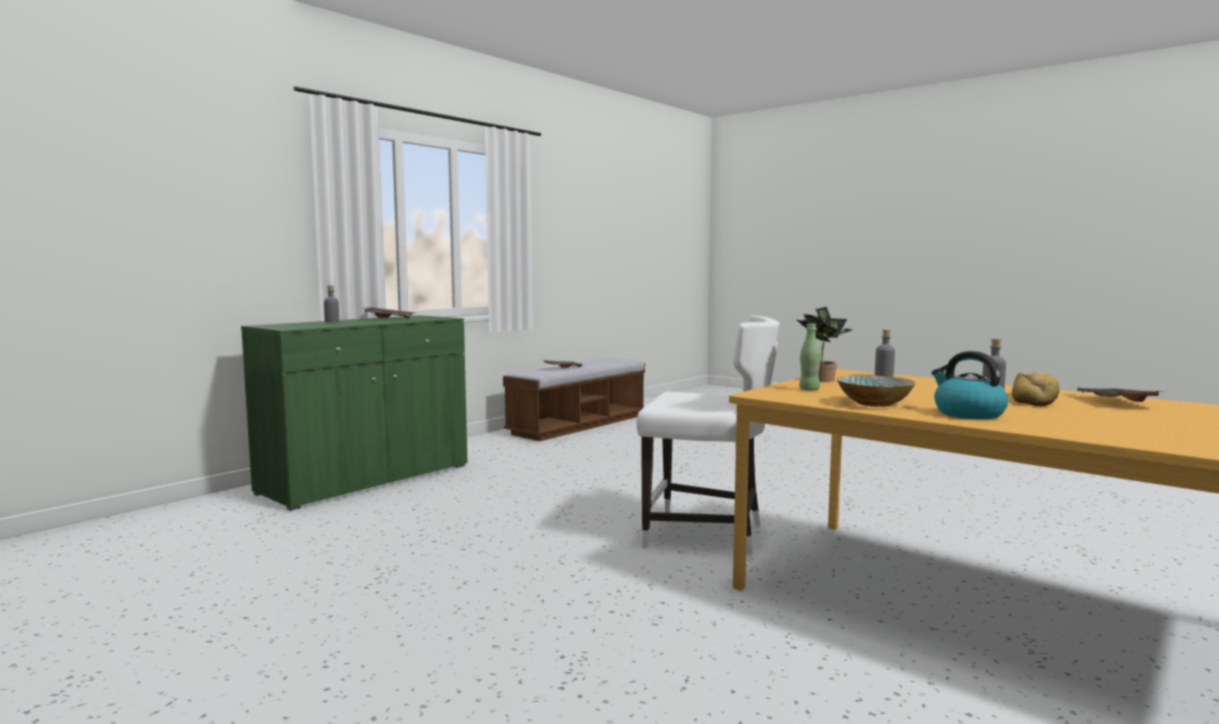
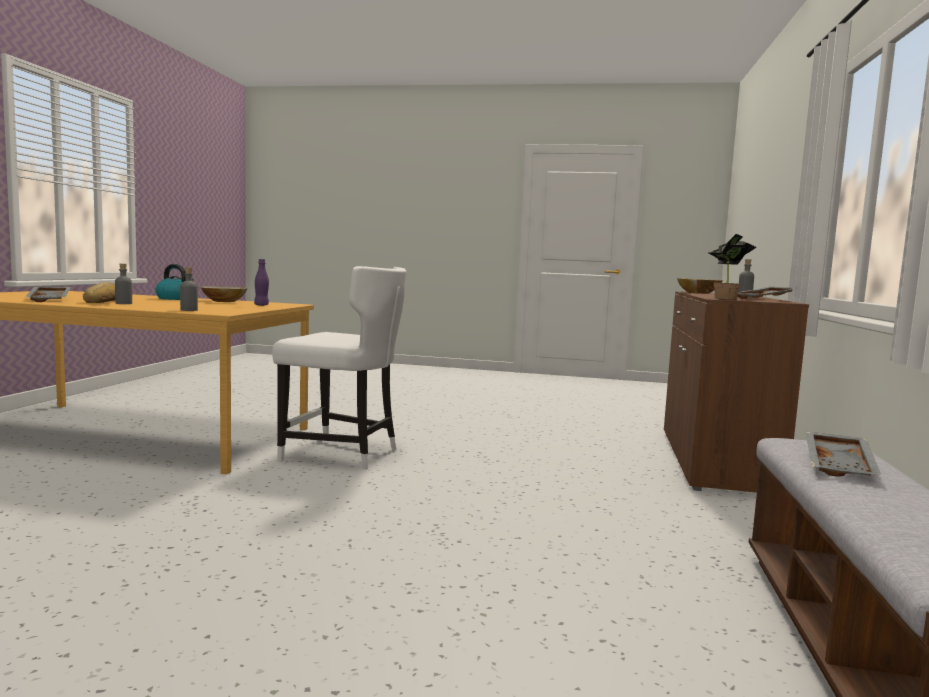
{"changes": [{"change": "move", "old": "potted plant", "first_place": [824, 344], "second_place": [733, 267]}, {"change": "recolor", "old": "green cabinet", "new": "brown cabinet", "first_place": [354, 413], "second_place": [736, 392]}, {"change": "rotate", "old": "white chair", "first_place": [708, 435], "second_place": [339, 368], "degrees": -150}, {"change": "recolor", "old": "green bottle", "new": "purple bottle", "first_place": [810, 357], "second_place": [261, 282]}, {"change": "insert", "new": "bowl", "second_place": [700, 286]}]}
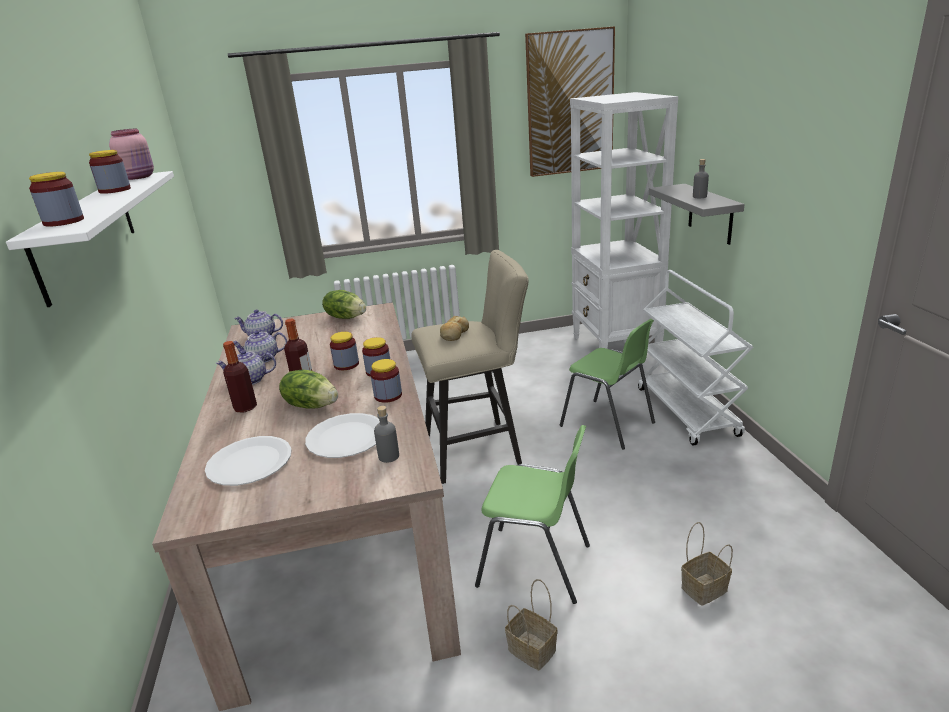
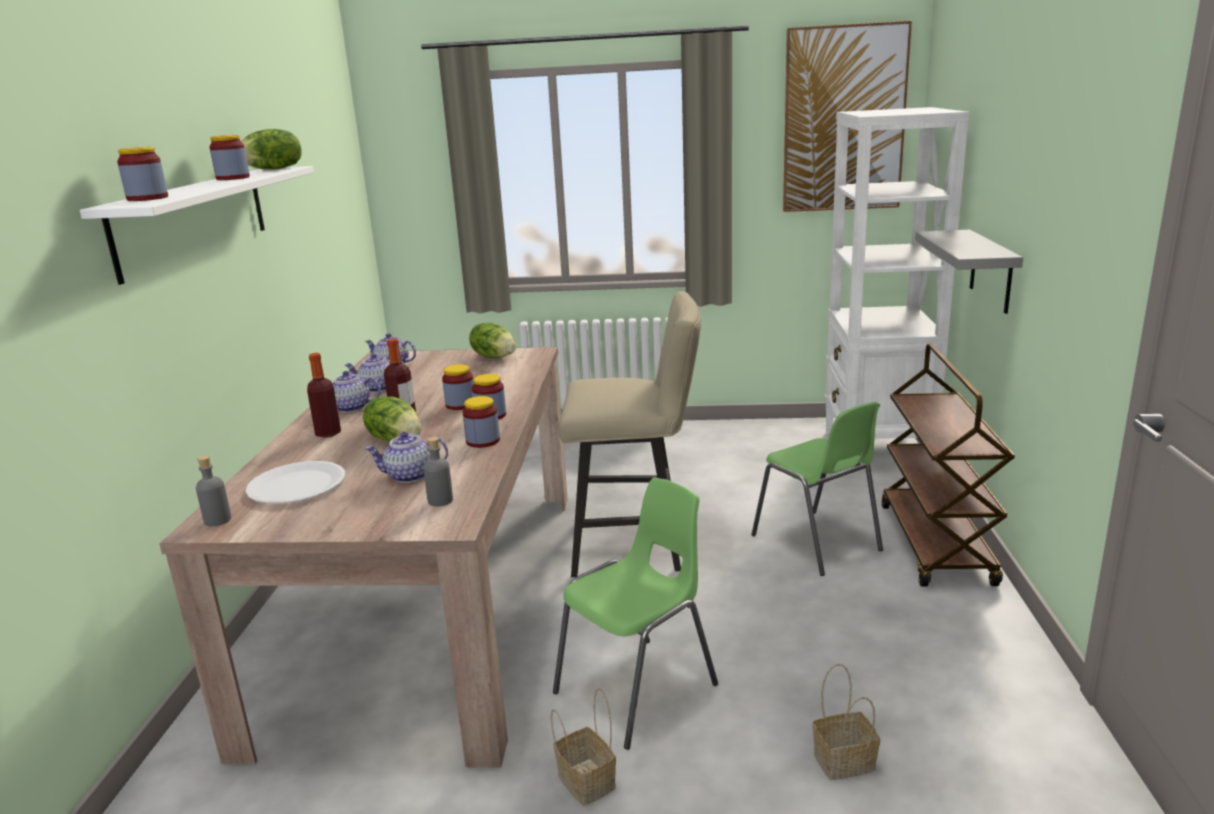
{"changes": [{"change": "replace", "old": "pink jar", "new": "lettuce", "first_place": [131, 154], "second_place": [271, 149]}, {"change": "move", "old": "grey bottle", "first_place": [701, 178], "second_place": [213, 491]}, {"change": "recolor", "old": "white cart", "new": "brown cart", "first_place": [695, 358], "second_place": [948, 465]}, {"change": "delete", "old": "bread", "first_place": [454, 328]}, {"change": "replace", "old": "white plate", "new": "teapot", "first_place": [342, 435], "second_place": [406, 457]}, {"change": "rotate", "old": "green chair", "first_place": [532, 514], "second_place": [635, 614], "degrees": -75}]}
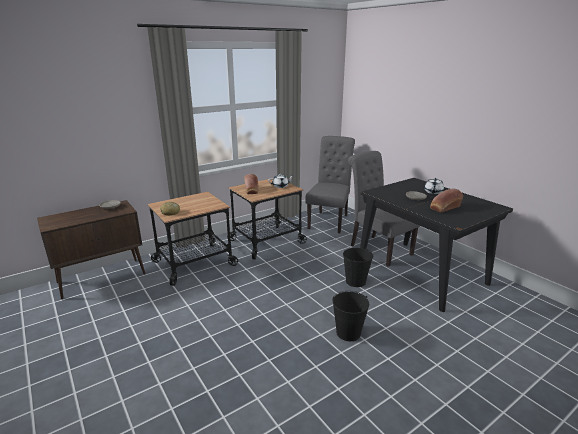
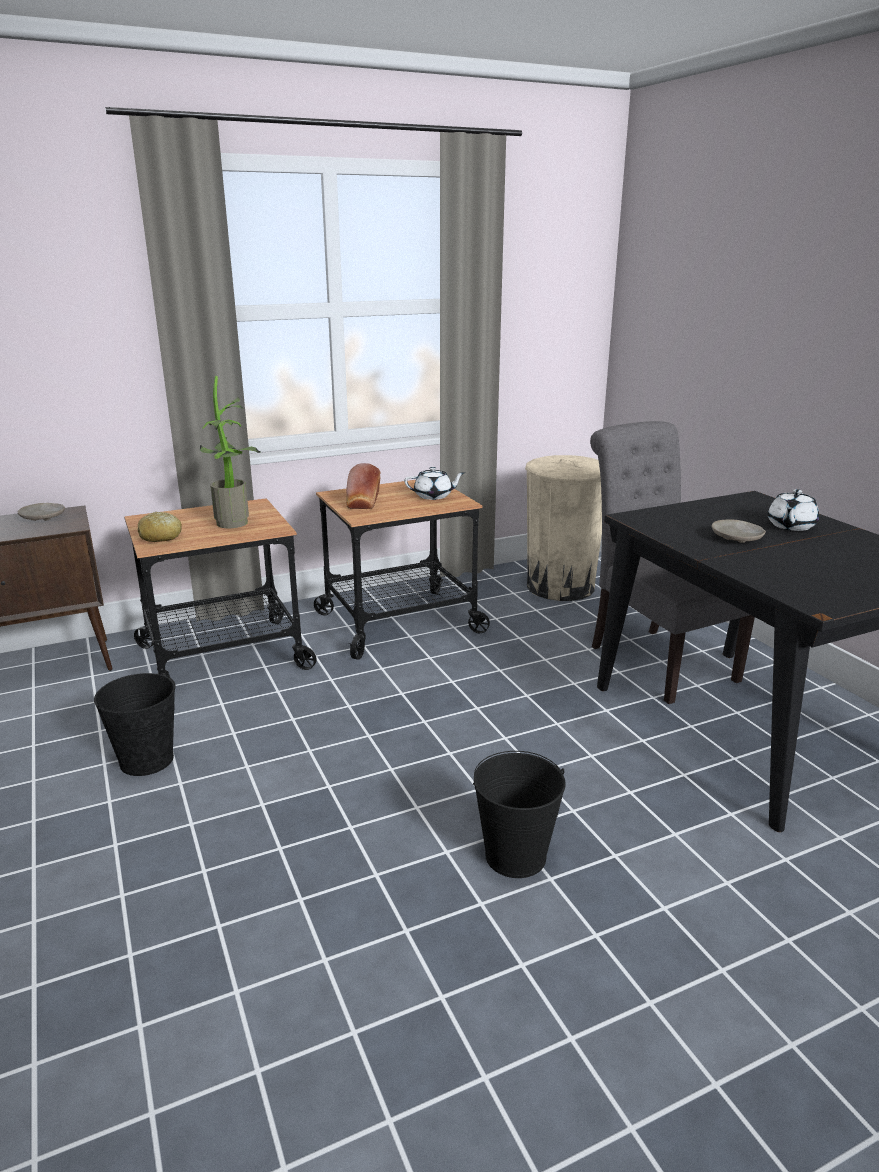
{"changes": [{"change": "replace", "old": "grey chair", "new": "beige trash can", "first_place": [330, 184], "second_place": [563, 528]}, {"change": "delete", "old": "bread", "first_place": [446, 200]}, {"change": "move", "old": "black bucket", "first_place": [358, 267], "second_place": [135, 724]}, {"change": "insert", "new": "potted plant", "second_place": [230, 452]}]}
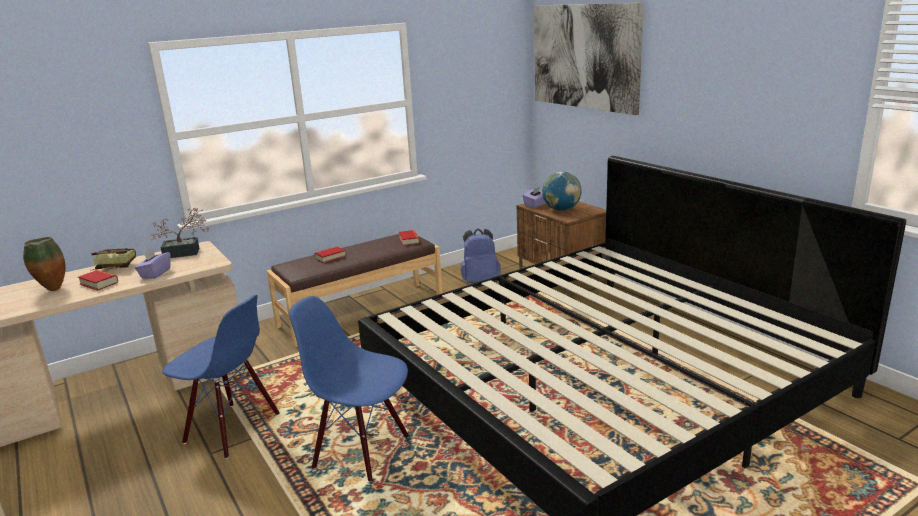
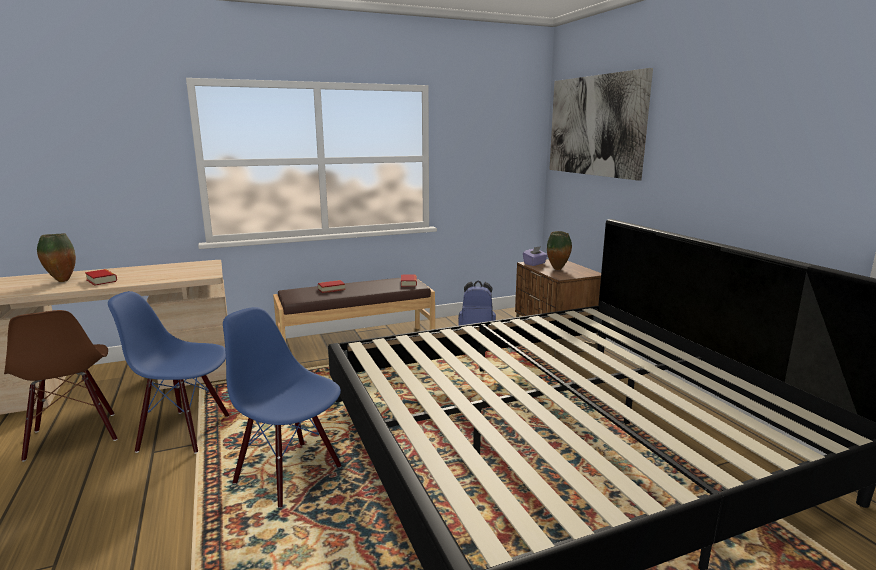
{"changes": [{"change": "replace", "old": "globe", "new": "vase", "first_place": [561, 191], "second_place": [559, 250]}, {"change": "delete", "old": "potted plant", "first_place": [179, 233]}, {"change": "delete", "old": "book", "first_place": [113, 259]}, {"change": "delete", "old": "purple tissue box", "first_place": [153, 263]}, {"change": "rotate", "old": "blue chair", "first_place": [221, 377], "second_place": [169, 372], "degrees": 150}, {"change": "insert", "new": "brown chair", "second_place": [60, 386]}]}
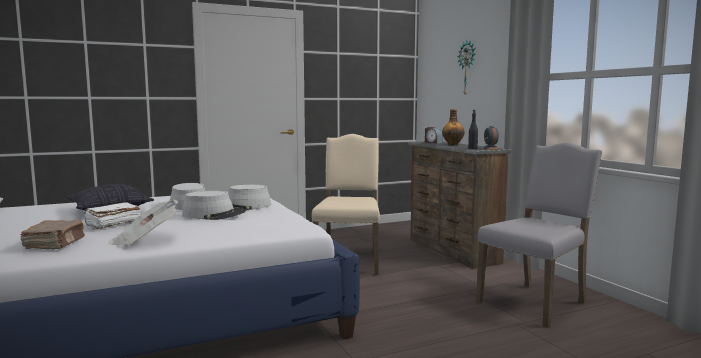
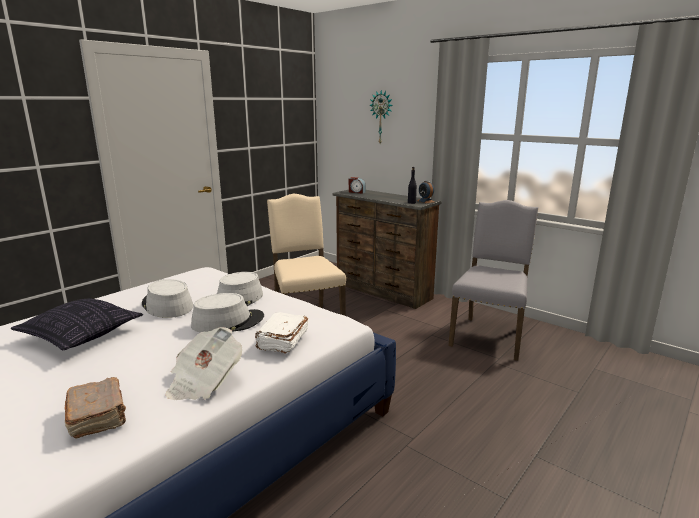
{"changes": [{"change": "delete", "old": "bottle", "first_place": [453, 127]}, {"change": "move", "old": "white book", "first_place": [112, 215], "second_place": [282, 333]}]}
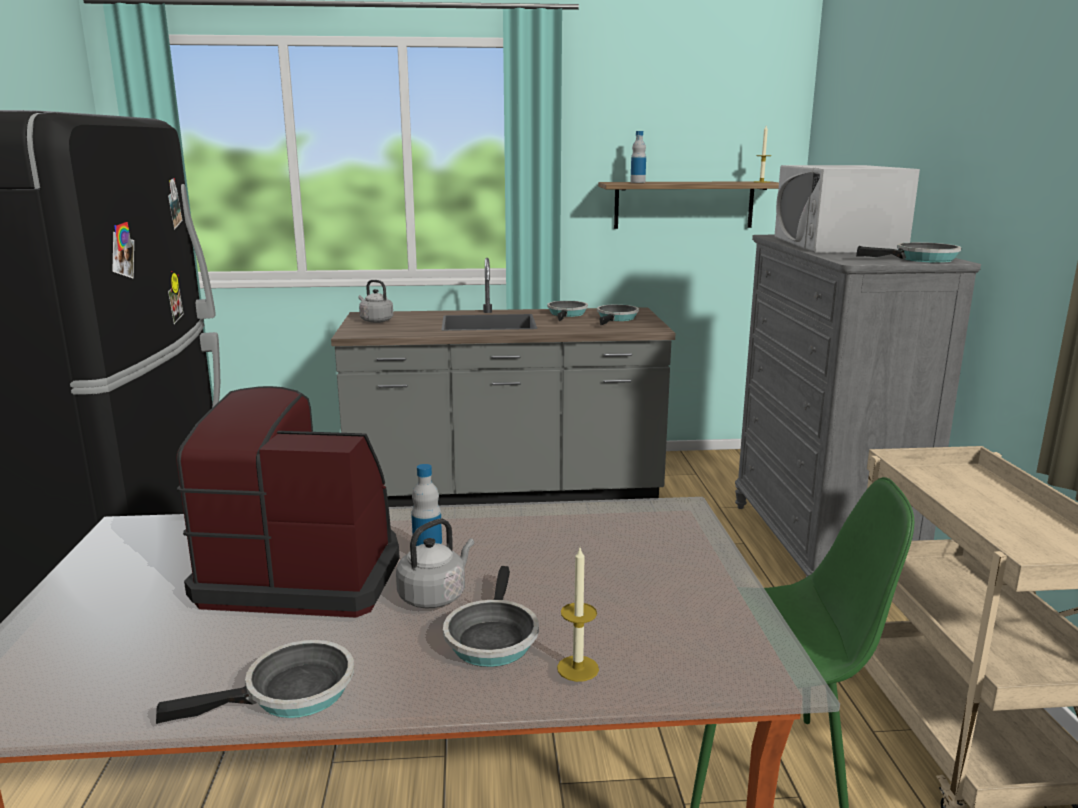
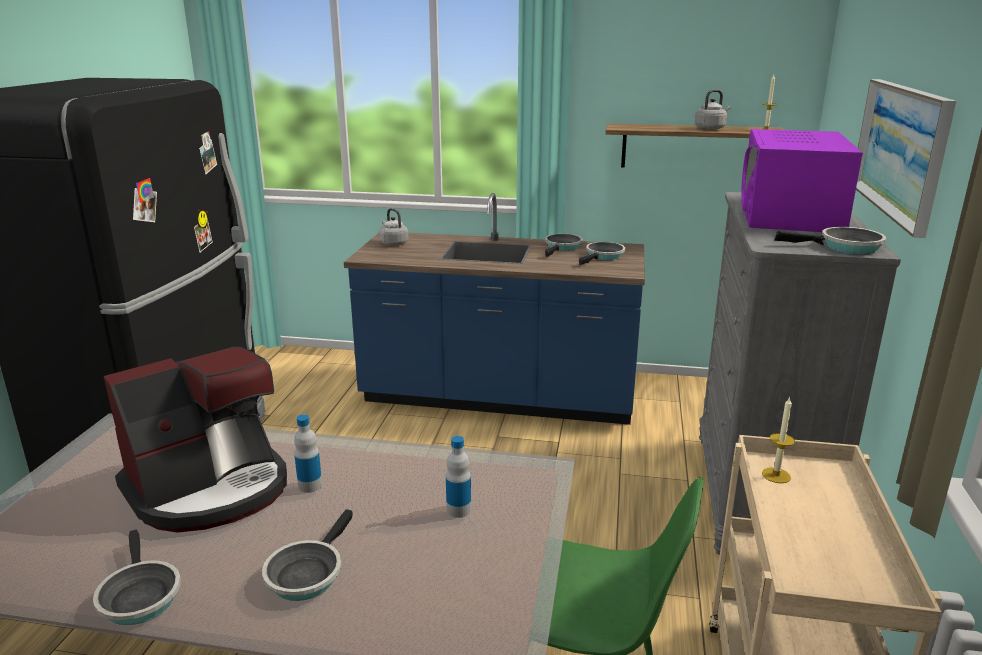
{"changes": [{"change": "move", "old": "bottle", "first_place": [638, 157], "second_place": [458, 477]}, {"change": "recolor", "old": "white microwave", "new": "purple microwave", "first_place": [847, 209], "second_place": [802, 180]}, {"change": "recolor", "old": "grey counter", "new": "blue counter", "first_place": [503, 382], "second_place": [494, 309]}, {"change": "rotate", "old": "coffee machine", "first_place": [288, 502], "second_place": [195, 440], "degrees": 120}, {"change": "move", "old": "grey kettle", "first_place": [435, 563], "second_place": [713, 110]}, {"change": "move", "old": "candle", "first_place": [578, 615], "second_place": [778, 439]}, {"change": "rotate", "old": "frying pan", "first_place": [255, 682], "second_place": [137, 577], "degrees": 75}, {"change": "insert", "new": "picture", "second_place": [906, 158]}]}
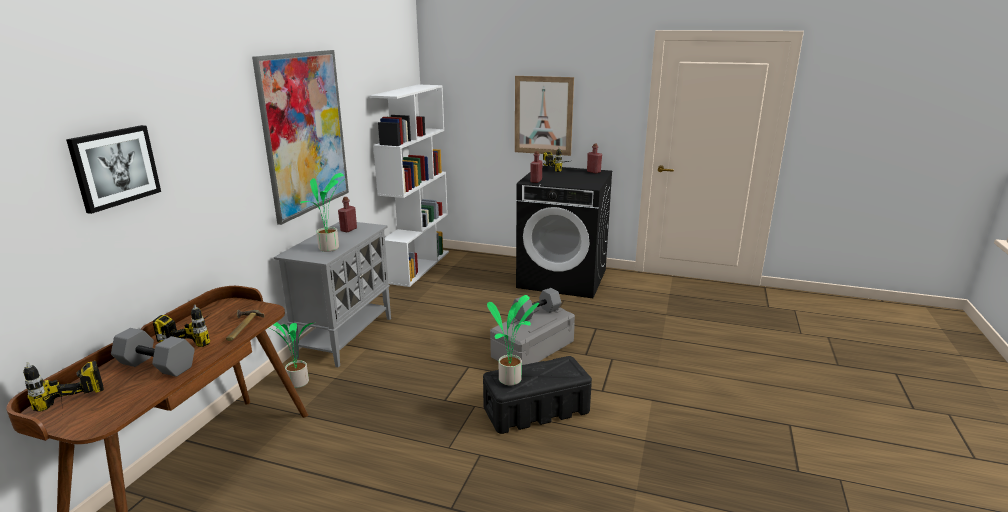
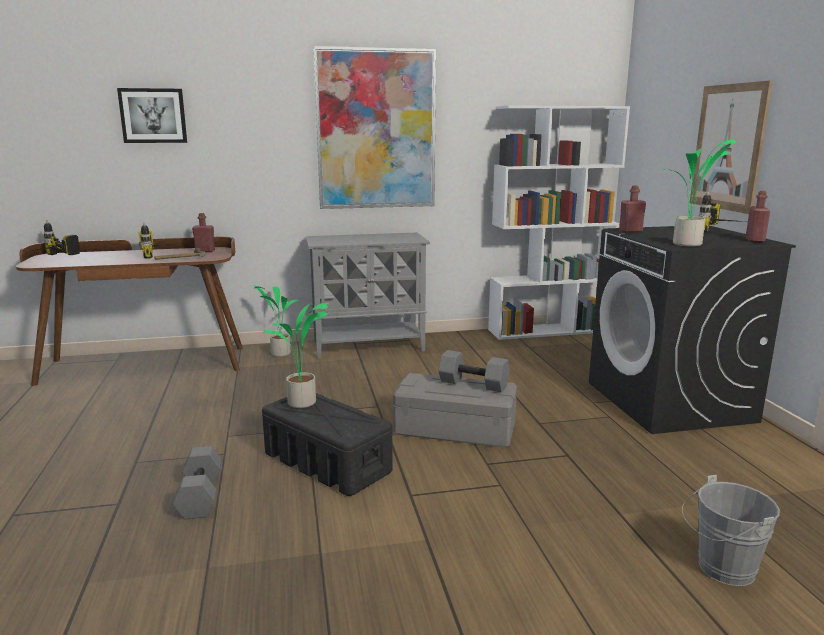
{"changes": [{"change": "move", "old": "potted plant", "first_place": [322, 212], "second_place": [698, 193]}, {"change": "move", "old": "red bottle", "first_place": [347, 214], "second_place": [203, 232]}, {"change": "move", "old": "grey dumbbell", "first_place": [153, 352], "second_place": [197, 482]}, {"change": "insert", "new": "grey bucket", "second_place": [731, 530]}]}
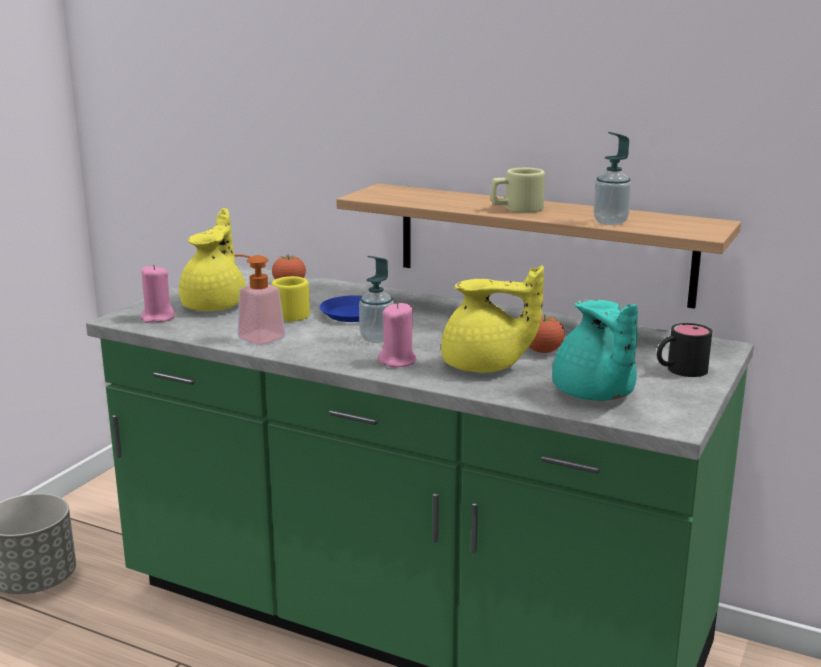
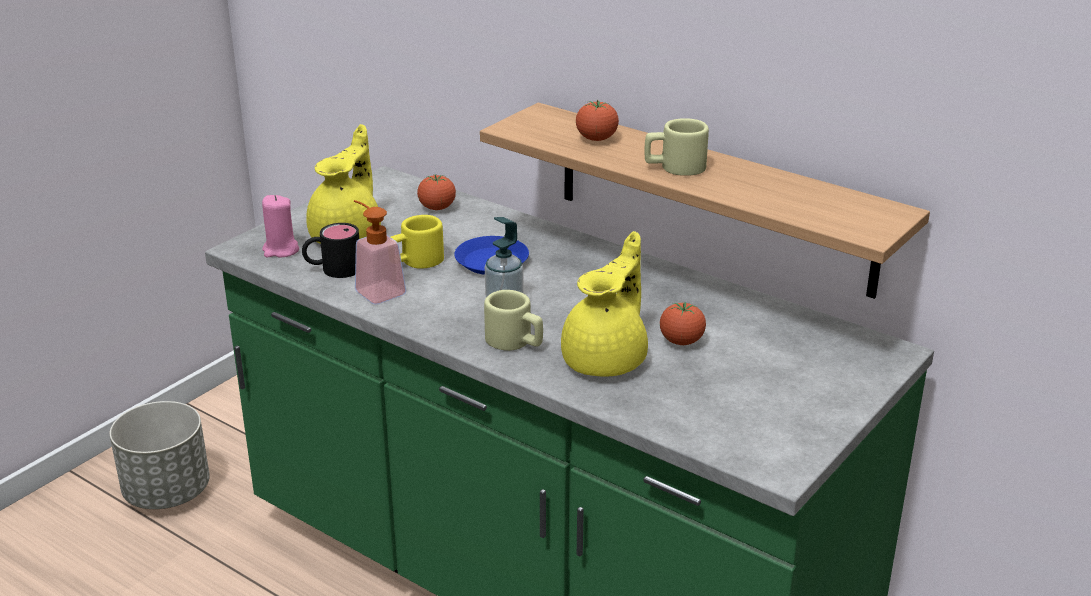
{"changes": [{"change": "delete", "old": "soap dispenser", "first_place": [612, 178]}, {"change": "rotate", "old": "yellow teapot", "first_place": [492, 319], "second_place": [604, 304], "degrees": -75}, {"change": "delete", "old": "turquoise teapot", "first_place": [595, 350]}, {"change": "replace", "old": "pink candle", "new": "beige mug", "first_place": [397, 334], "second_place": [513, 320]}, {"change": "move", "old": "black mug", "first_place": [684, 350], "second_place": [330, 250]}, {"change": "insert", "new": "tomato", "second_place": [597, 120]}]}
